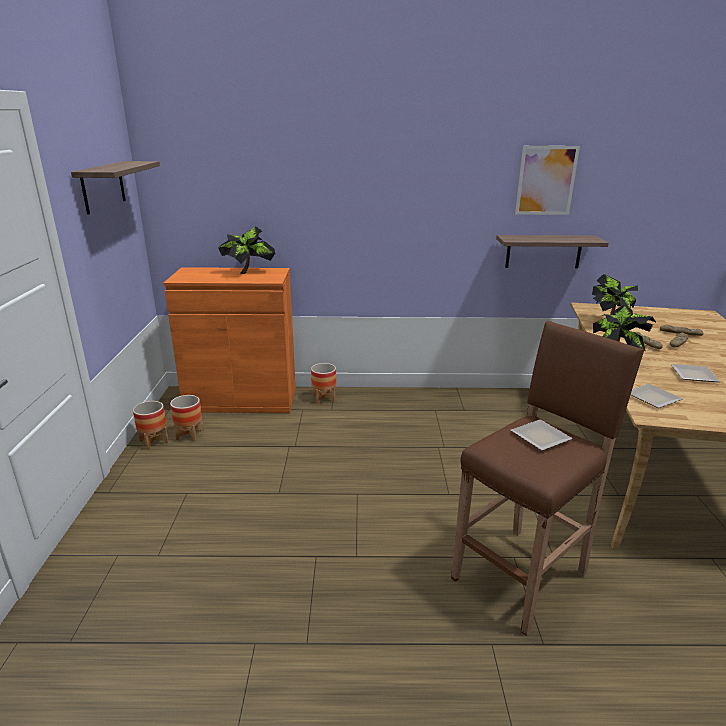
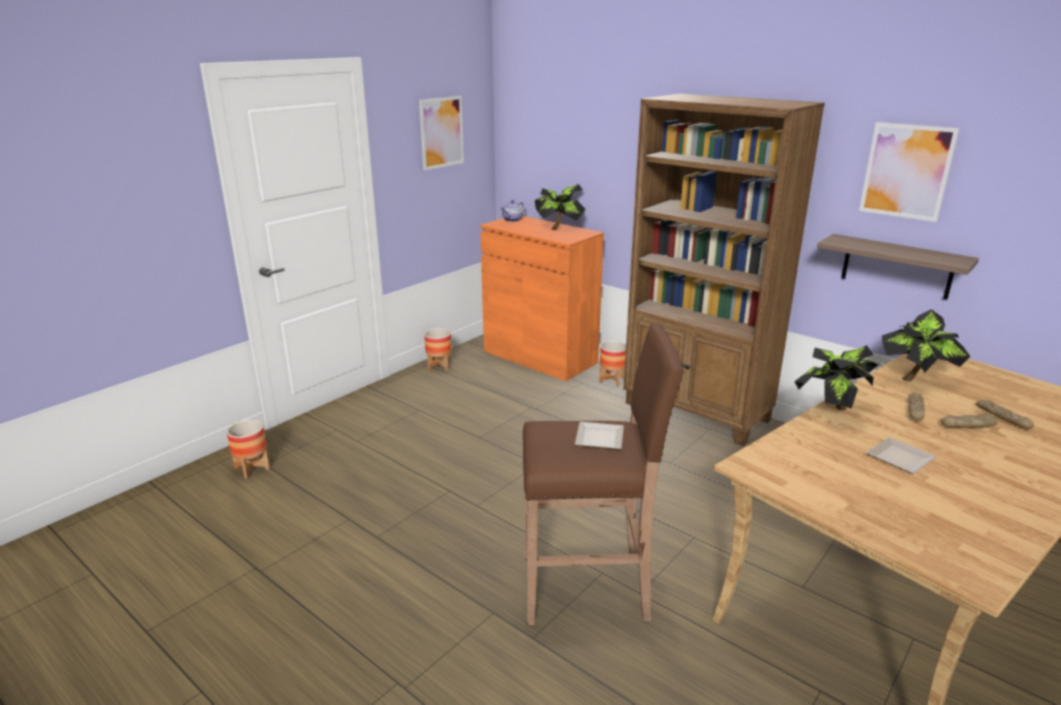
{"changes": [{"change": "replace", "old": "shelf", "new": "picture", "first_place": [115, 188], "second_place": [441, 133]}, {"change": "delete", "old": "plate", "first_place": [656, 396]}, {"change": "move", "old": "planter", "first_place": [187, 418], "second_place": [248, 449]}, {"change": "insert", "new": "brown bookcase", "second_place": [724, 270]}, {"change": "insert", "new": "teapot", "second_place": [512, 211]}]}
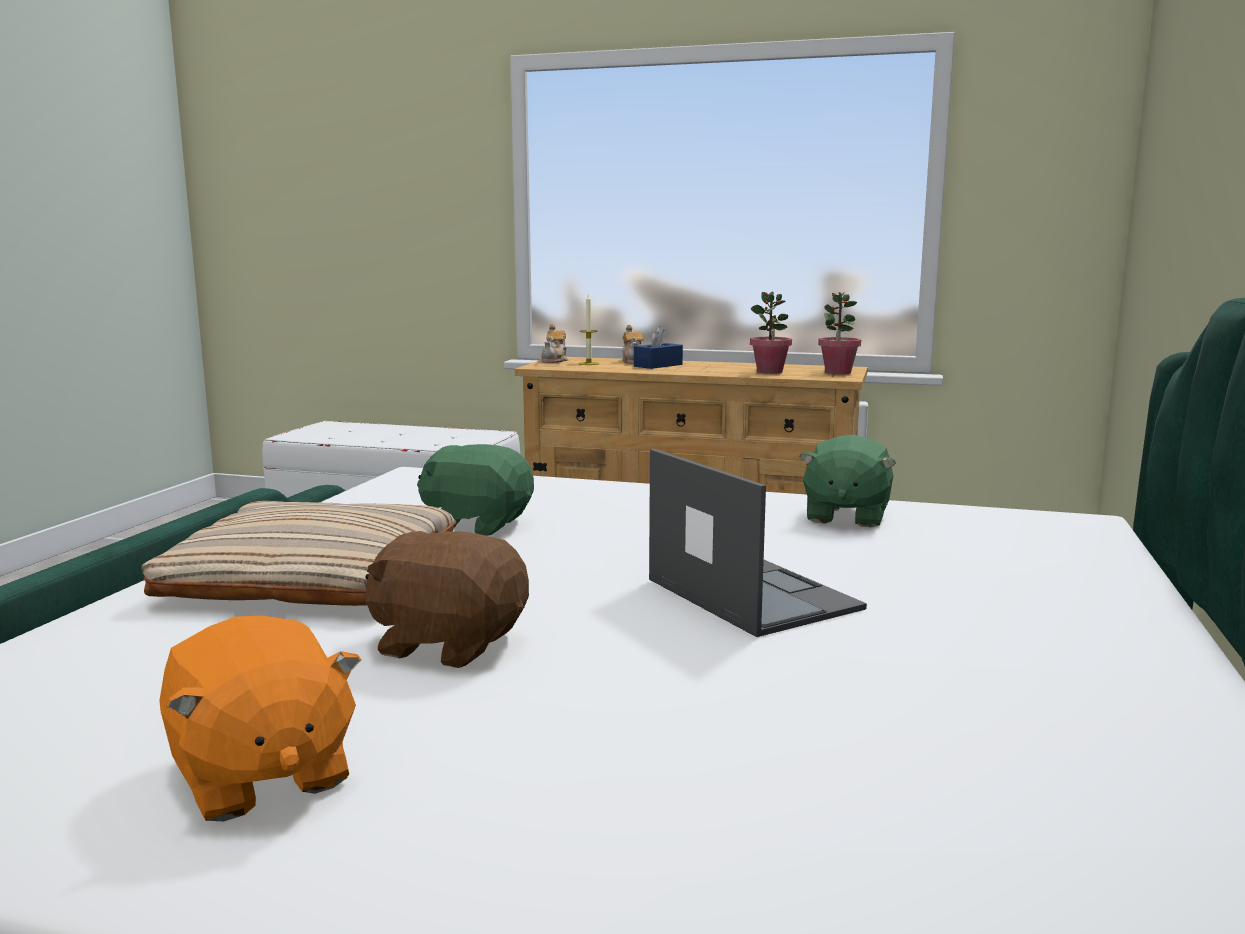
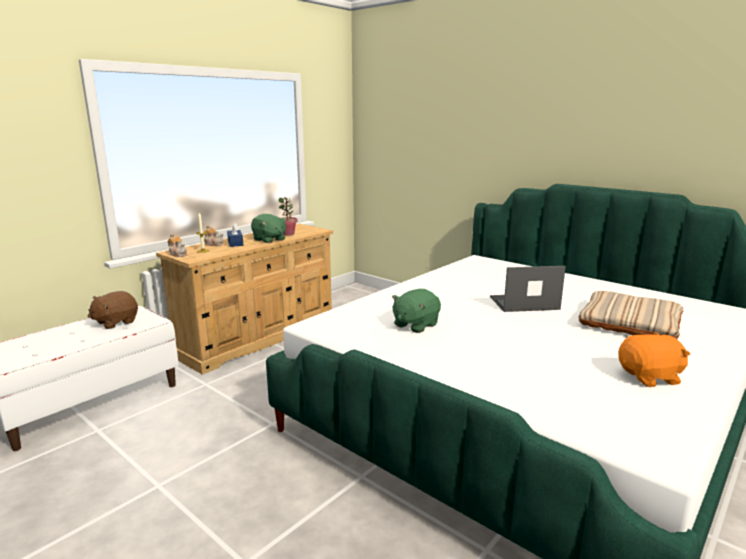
{"changes": [{"change": "delete", "old": "potted plant", "first_place": [839, 333]}, {"change": "move", "old": "green plush toy", "first_place": [847, 481], "second_place": [269, 228]}, {"change": "move", "old": "beige pillow", "first_place": [298, 553], "second_place": [630, 315]}, {"change": "move", "old": "brown plush toy", "first_place": [447, 598], "second_place": [113, 310]}]}
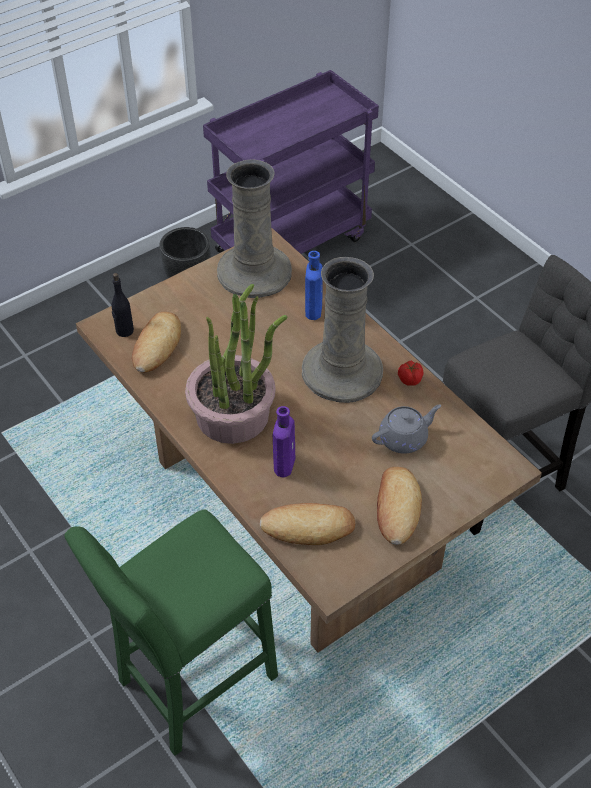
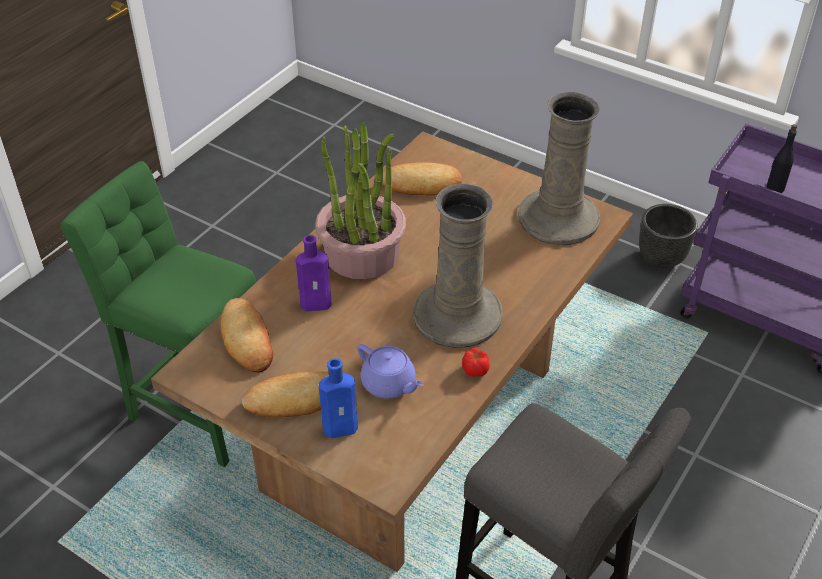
{"changes": [{"change": "move", "old": "blue bottle", "first_place": [314, 285], "second_place": [338, 398]}, {"change": "move", "old": "black bottle", "first_place": [123, 305], "second_place": [782, 158]}, {"change": "recolor", "old": "grey teapot", "new": "purple teapot", "first_place": [406, 429], "second_place": [390, 371]}]}
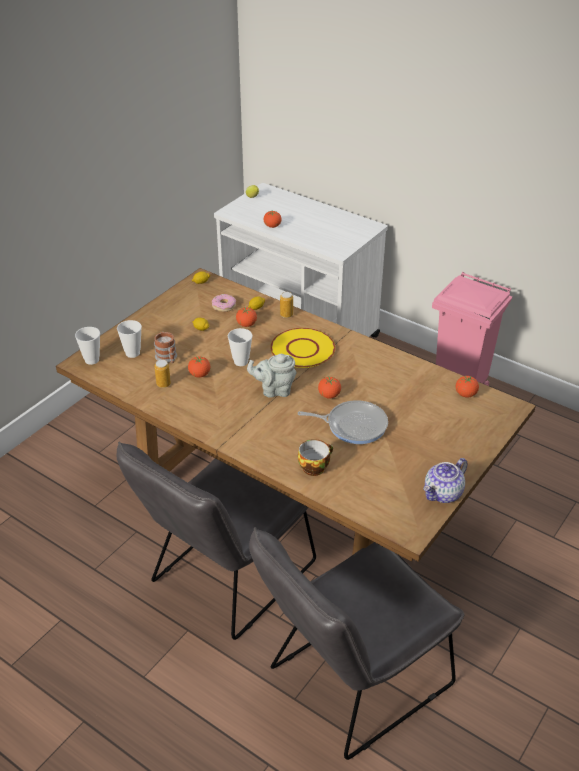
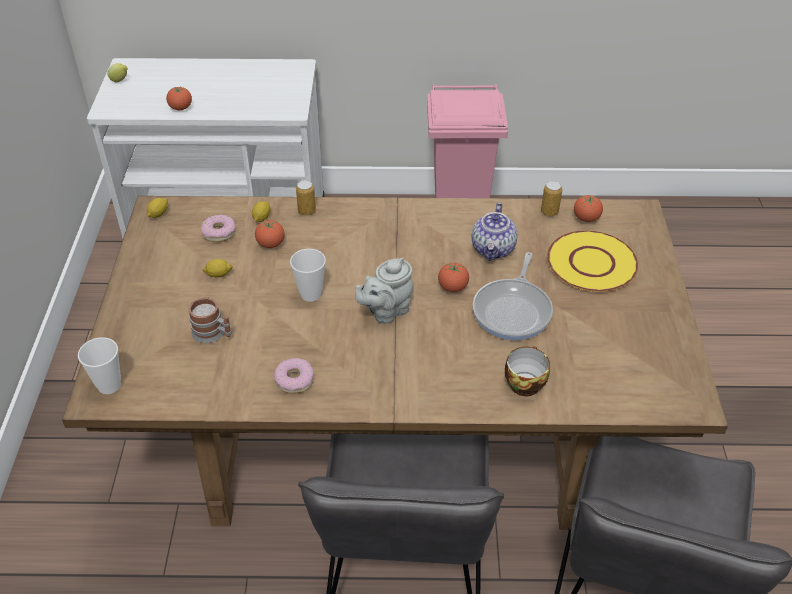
{"changes": [{"change": "delete", "old": "cup", "first_place": [129, 339]}, {"change": "move", "old": "yellow plate", "first_place": [302, 348], "second_place": [592, 261]}, {"change": "delete", "old": "tomato", "first_place": [199, 367]}, {"change": "move", "old": "can", "first_place": [162, 374], "second_place": [551, 198]}, {"change": "rotate", "old": "frying pan", "first_place": [343, 422], "second_place": [513, 296], "degrees": 135}, {"change": "move", "old": "teapot", "first_place": [445, 480], "second_place": [494, 232]}, {"change": "insert", "new": "donut", "second_place": [294, 375]}]}
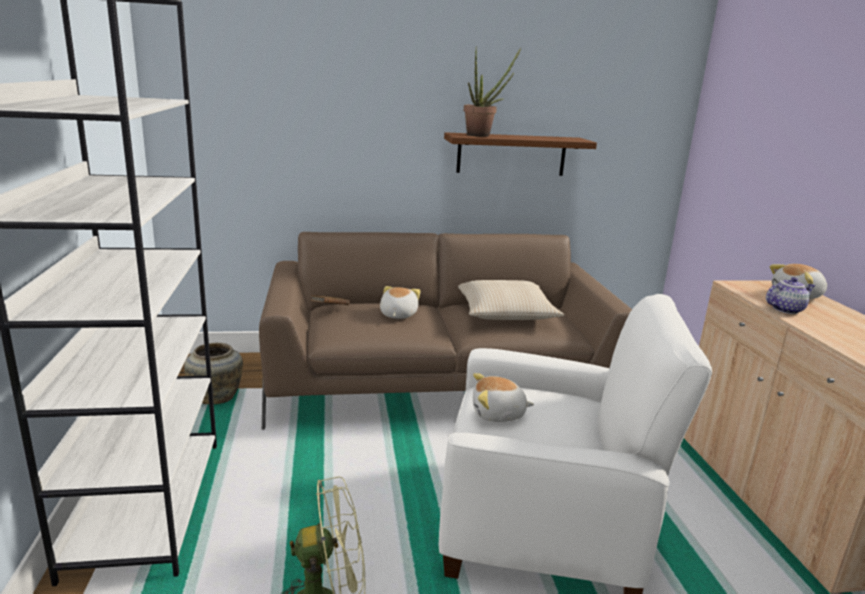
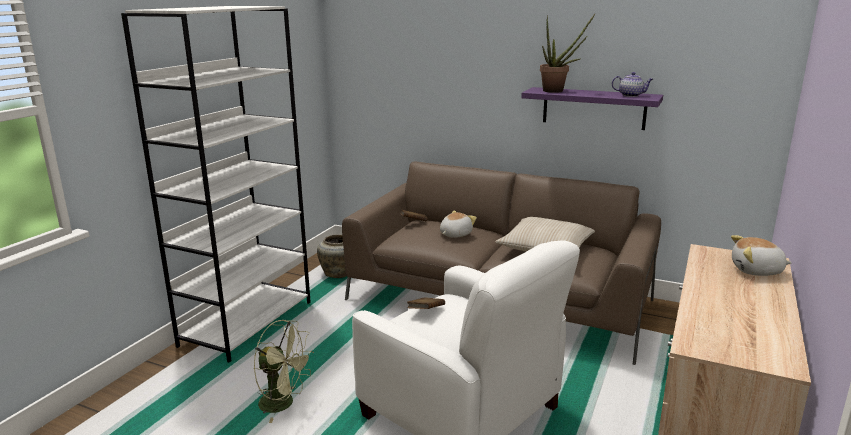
{"changes": [{"change": "recolor", "old": "brown shelf", "new": "purple shelf", "first_place": [520, 154], "second_place": [592, 108]}, {"change": "move", "old": "teapot", "first_place": [791, 295], "second_place": [632, 84]}, {"change": "replace", "old": "plush toy", "new": "brown book", "first_place": [503, 397], "second_place": [426, 303]}]}
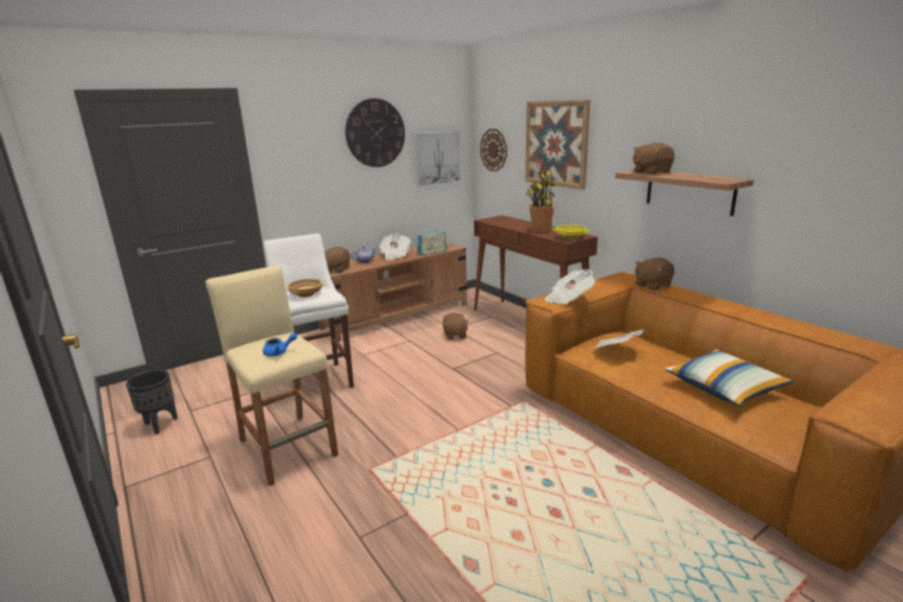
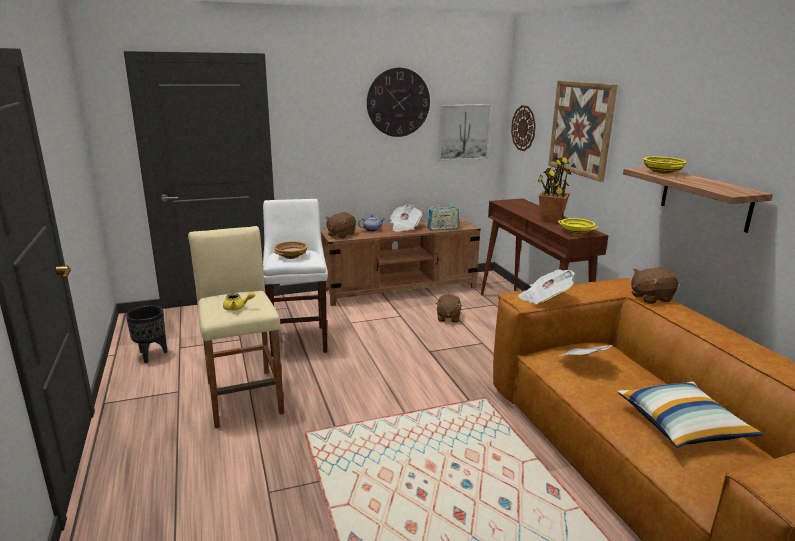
{"changes": [{"change": "replace", "old": "brown plush toy", "new": "yellow bowl", "first_place": [654, 159], "second_place": [665, 165]}, {"change": "recolor", "old": "blue teapot", "new": "yellow teapot", "first_place": [280, 345], "second_place": [239, 301]}]}
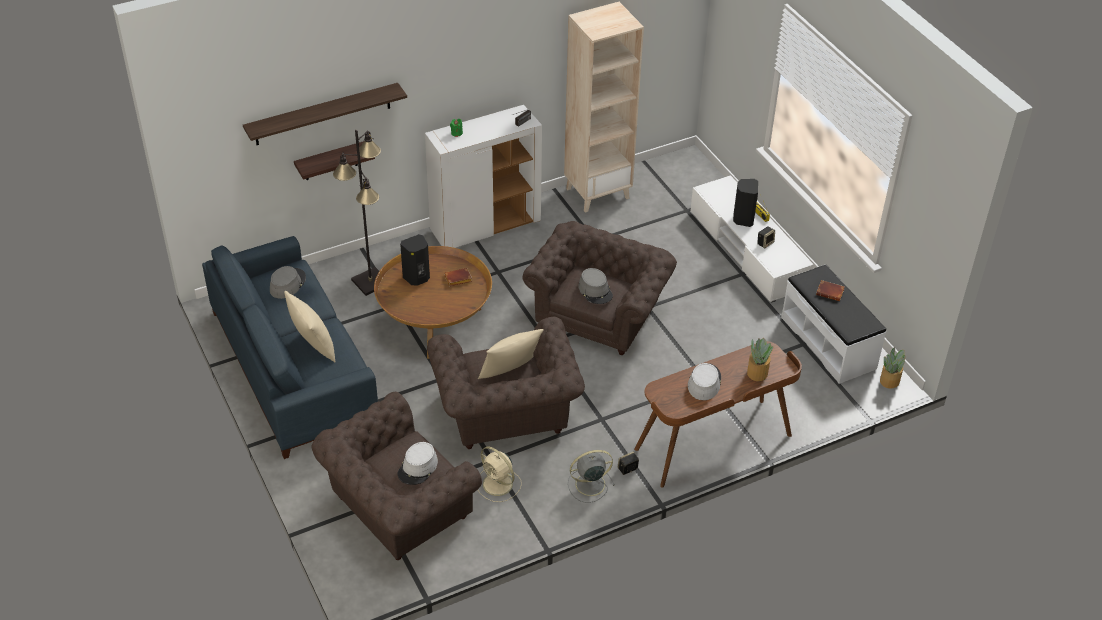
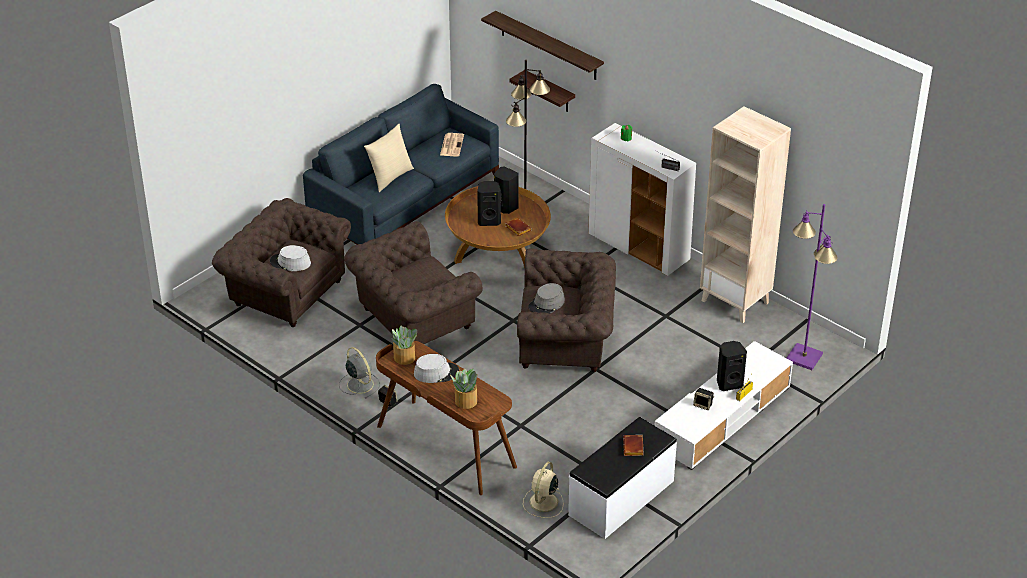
{"changes": [{"change": "replace", "old": "grey hat", "new": "newspaper", "first_place": [288, 282], "second_place": [452, 144]}, {"change": "delete", "old": "beige pillow", "first_place": [511, 354]}, {"change": "move", "old": "potted plant", "first_place": [893, 368], "second_place": [404, 345]}, {"change": "move", "old": "beige fan", "first_place": [500, 474], "second_place": [543, 490]}, {"change": "insert", "new": "black speaker", "second_place": [489, 203]}, {"change": "insert", "new": "purple floor lamp", "second_place": [812, 287]}]}
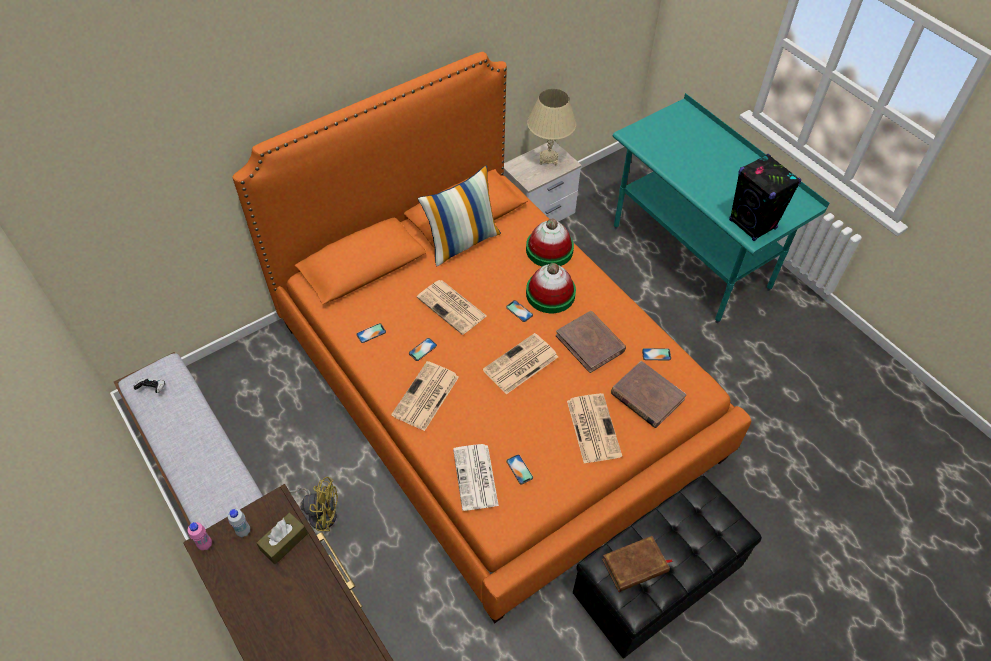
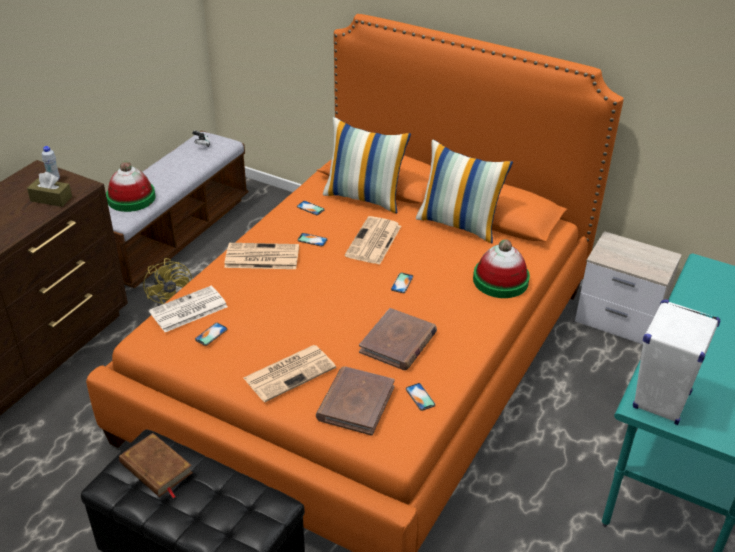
{"changes": [{"change": "delete", "old": "beige table lamp", "first_place": [551, 127]}, {"change": "recolor", "old": "black speaker", "new": "white speaker", "first_place": [765, 197], "second_place": [676, 362]}, {"change": "move", "old": "hat", "first_place": [551, 288], "second_place": [131, 186]}, {"change": "delete", "old": "newspaper", "first_place": [520, 363]}, {"change": "delete", "old": "pink bottle", "first_place": [200, 536]}, {"change": "insert", "new": "pillow", "second_place": [367, 165]}]}
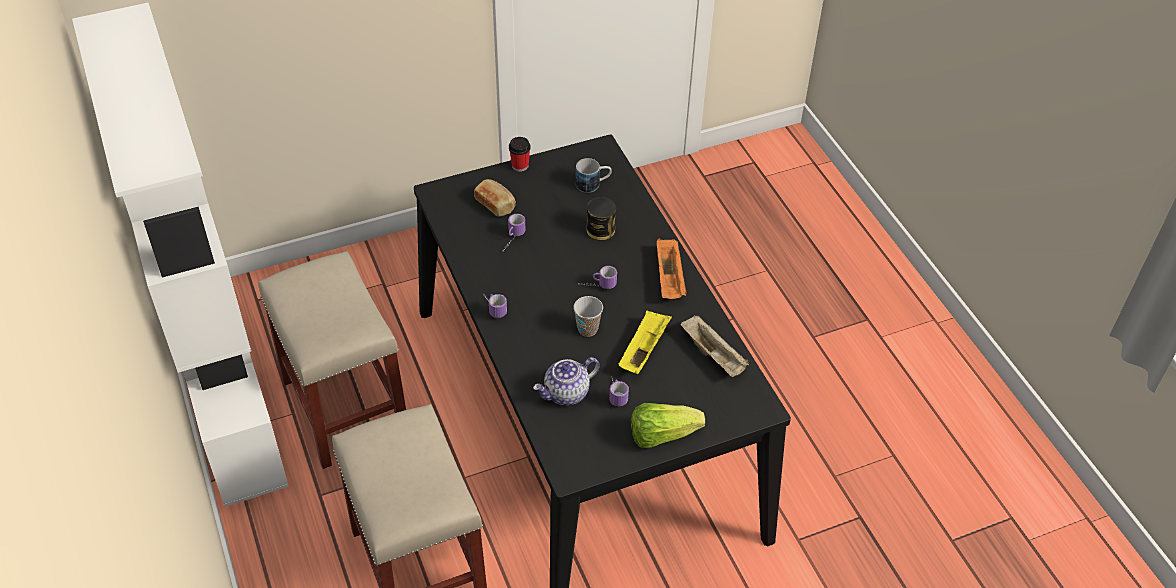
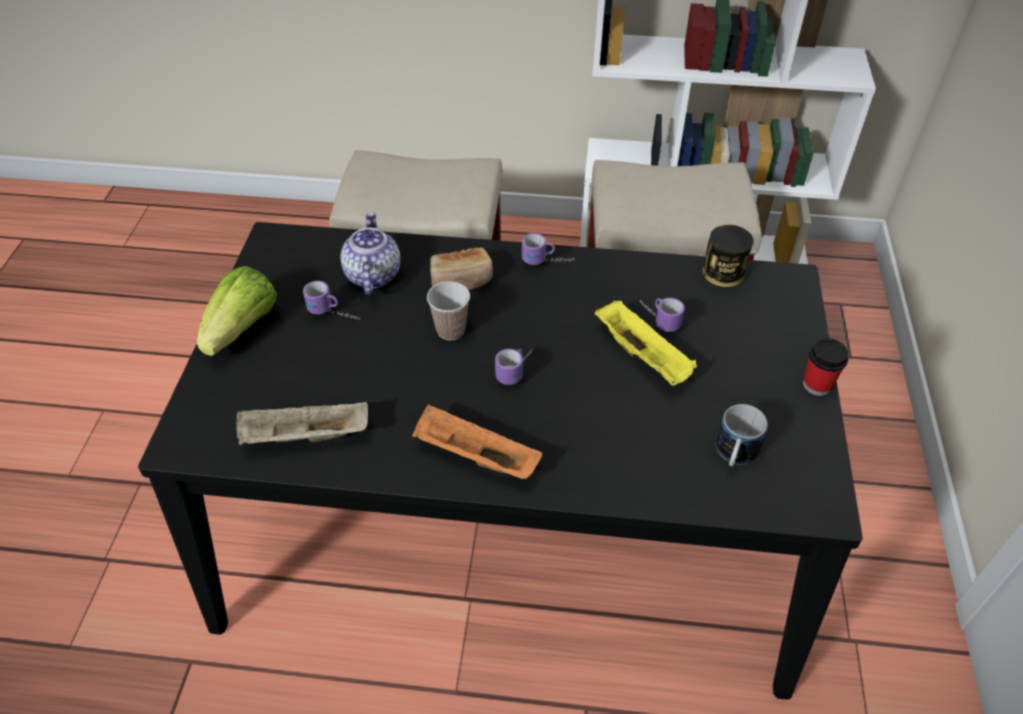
{"changes": [{"change": "move", "old": "bread", "first_place": [495, 198], "second_place": [461, 268]}, {"change": "move", "old": "can", "first_place": [601, 219], "second_place": [728, 256]}, {"change": "move", "old": "yellow tray", "first_place": [645, 342], "second_place": [646, 343]}]}
